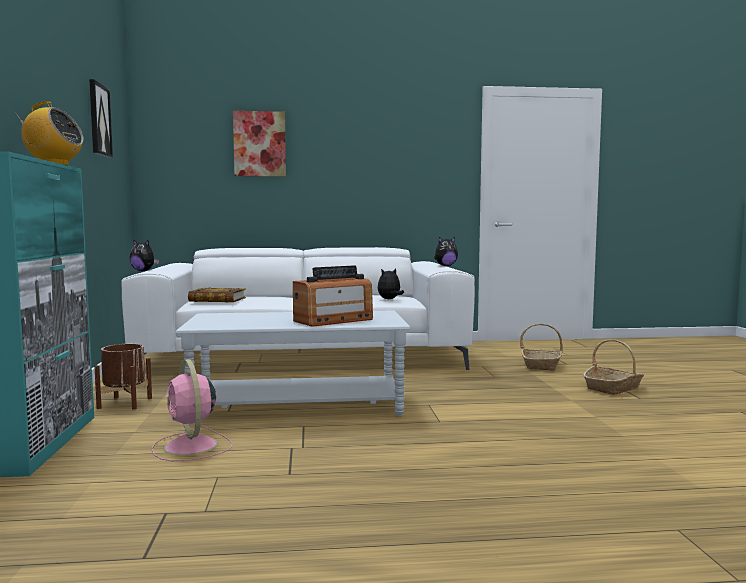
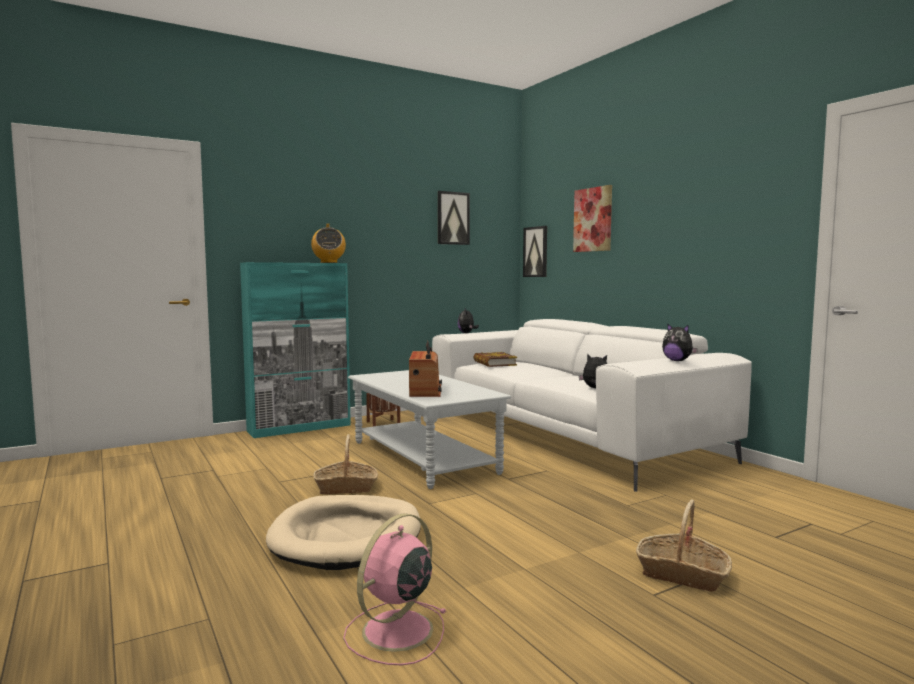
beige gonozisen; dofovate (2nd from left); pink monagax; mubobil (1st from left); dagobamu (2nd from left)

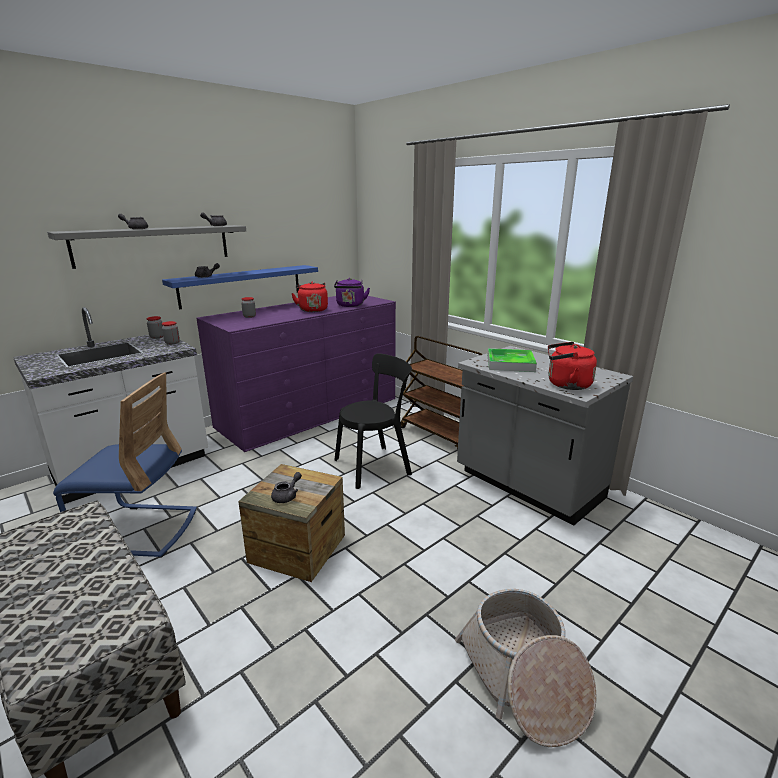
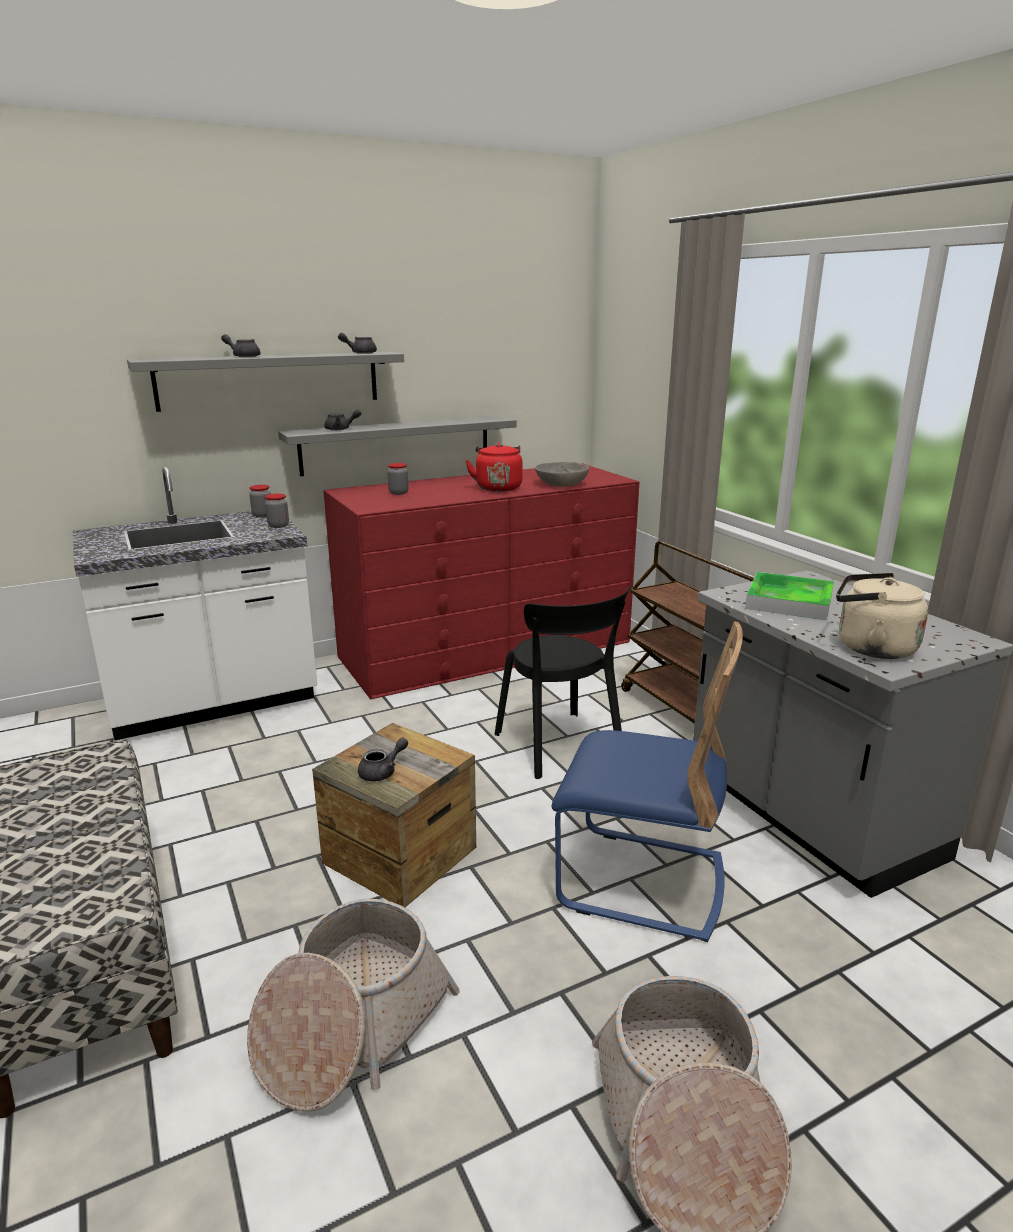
mubobil (1st from left); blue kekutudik; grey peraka; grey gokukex (2nd from left); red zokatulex; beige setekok; black kekutudik

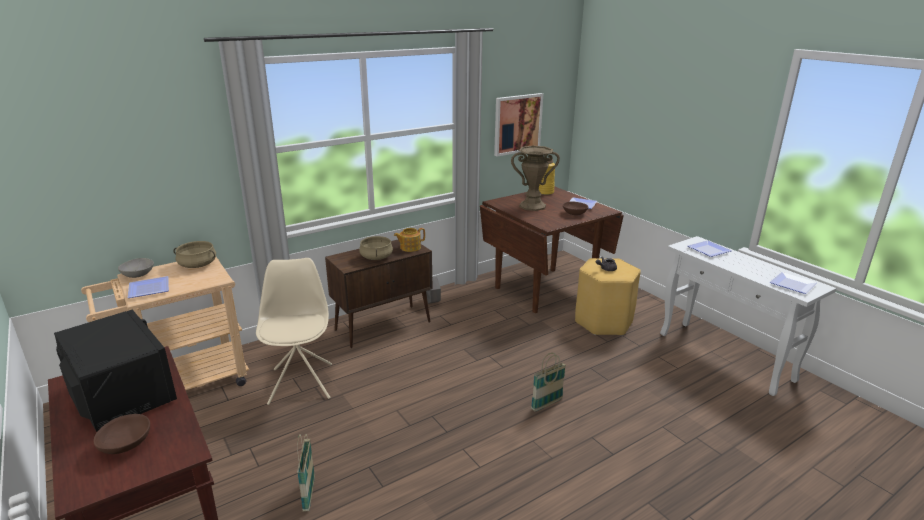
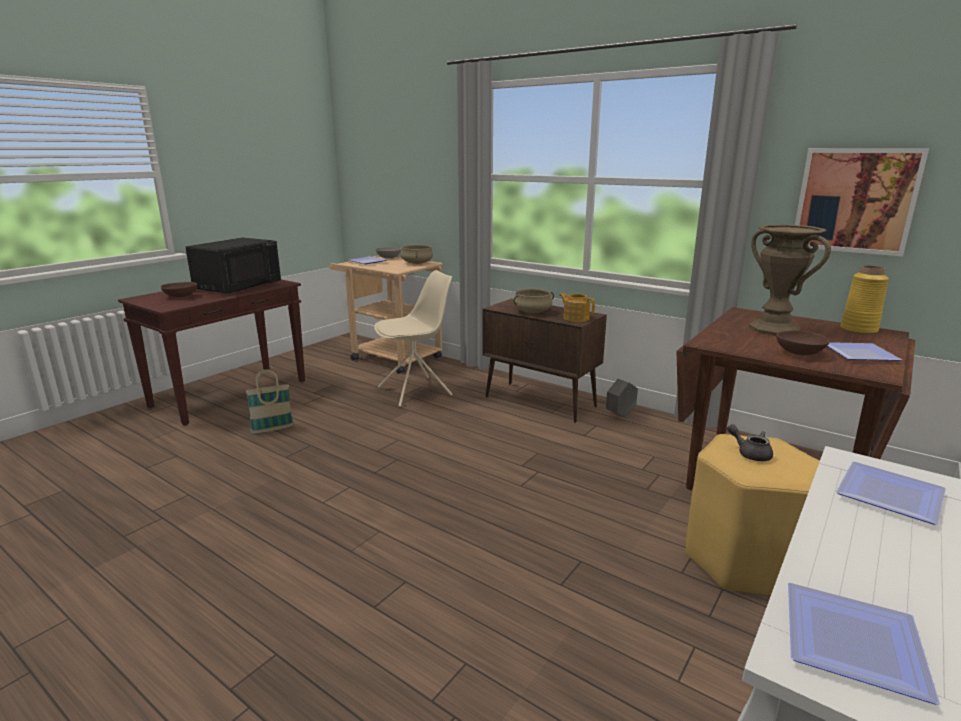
mubobil (2nd from left in the first image)

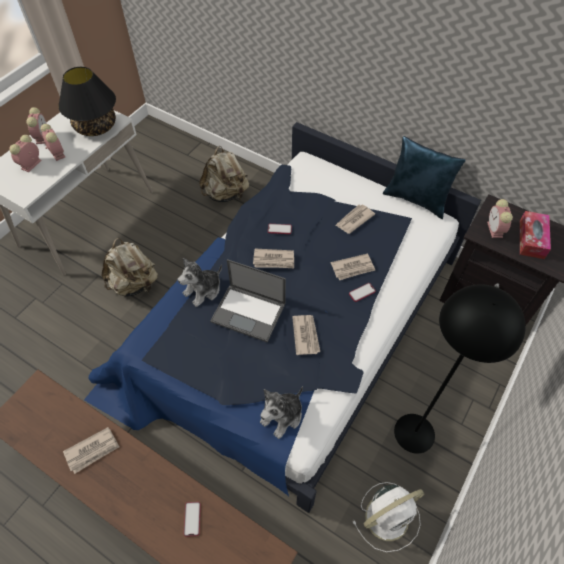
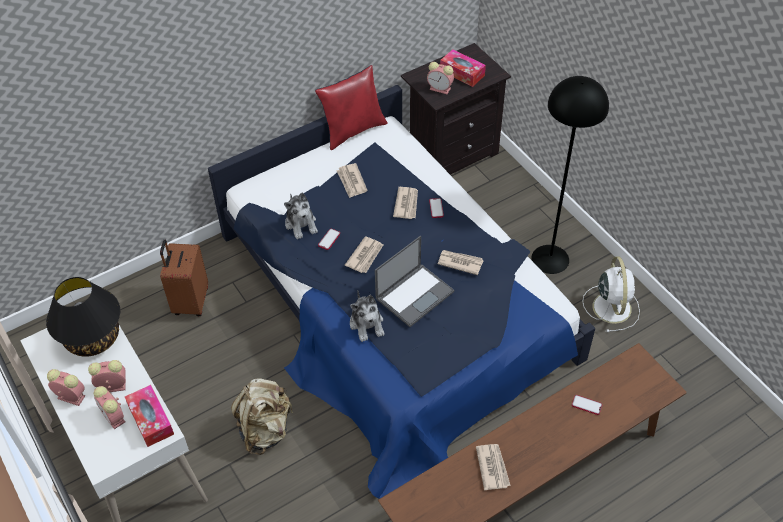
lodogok (1st from left); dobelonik (1st from left); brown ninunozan; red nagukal

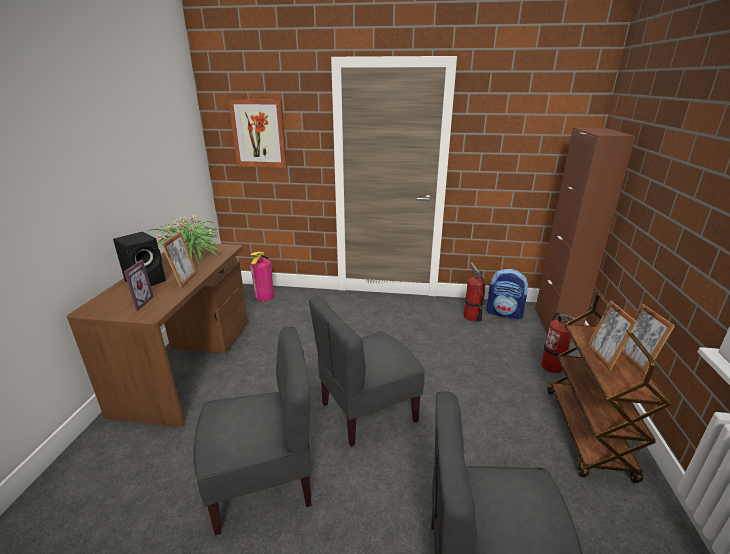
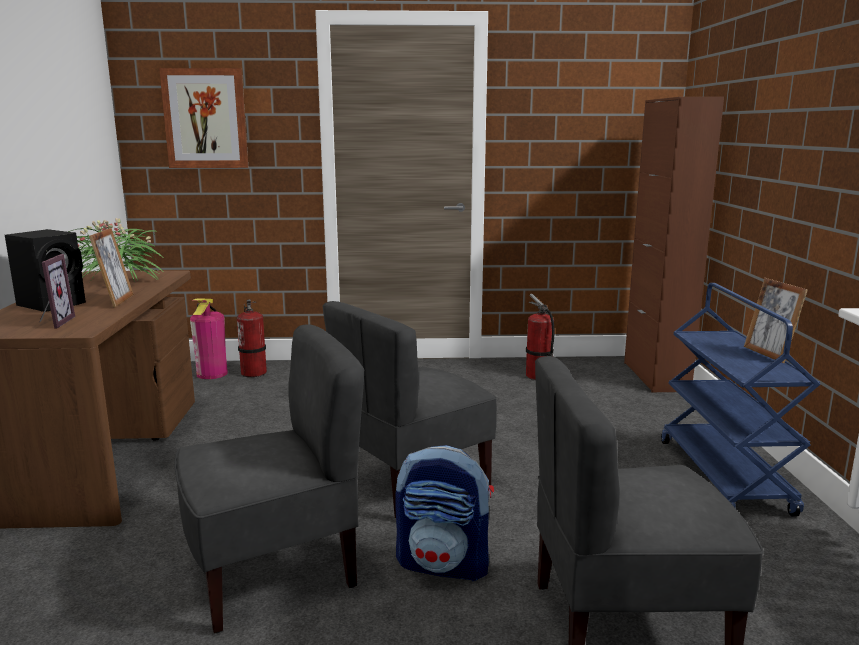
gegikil (3rd from left in the first image); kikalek; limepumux (2nd from left); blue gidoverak

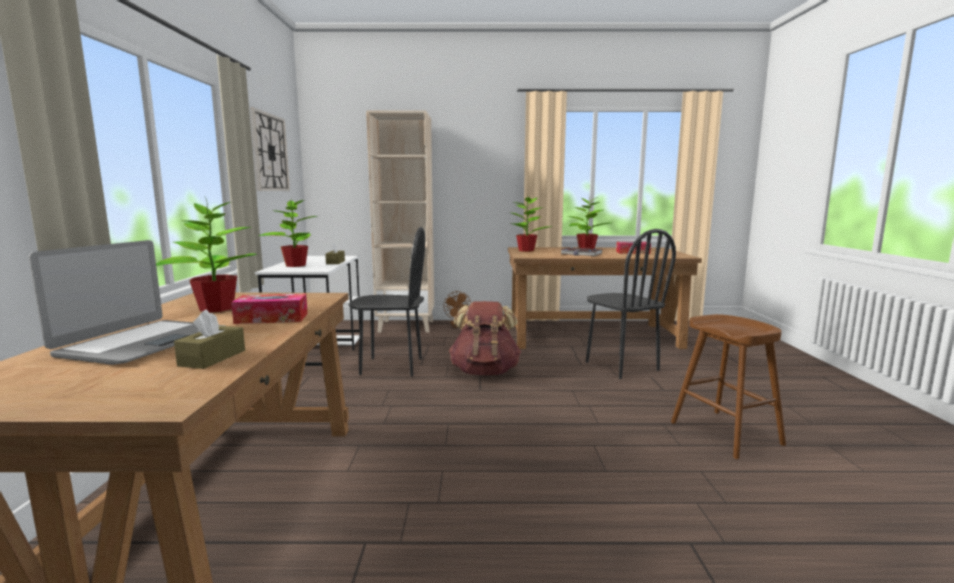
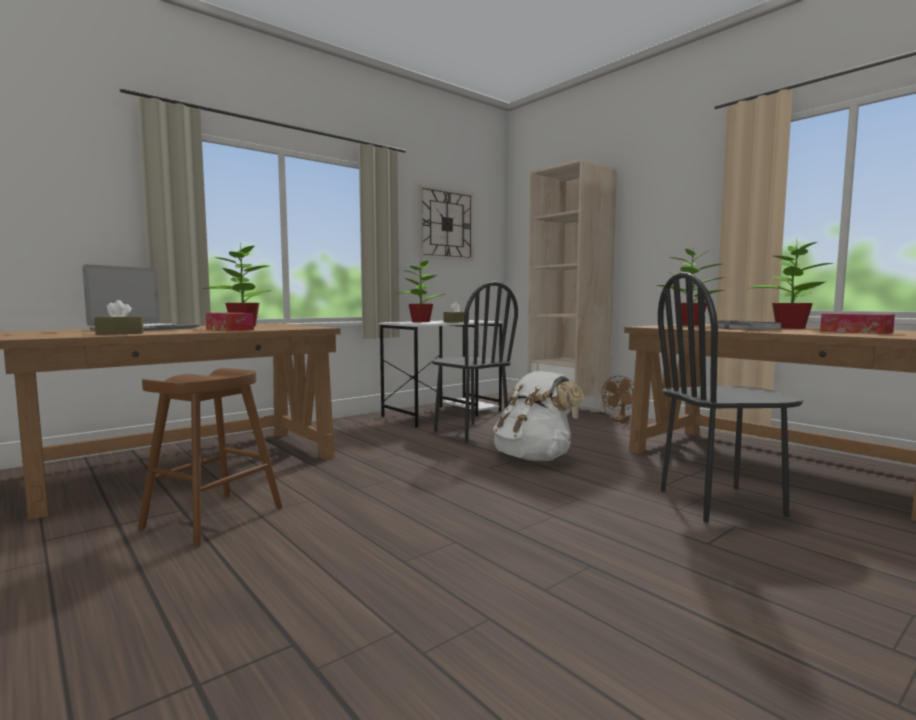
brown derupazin; white kikalek; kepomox; black kekutudik (2nd from left)

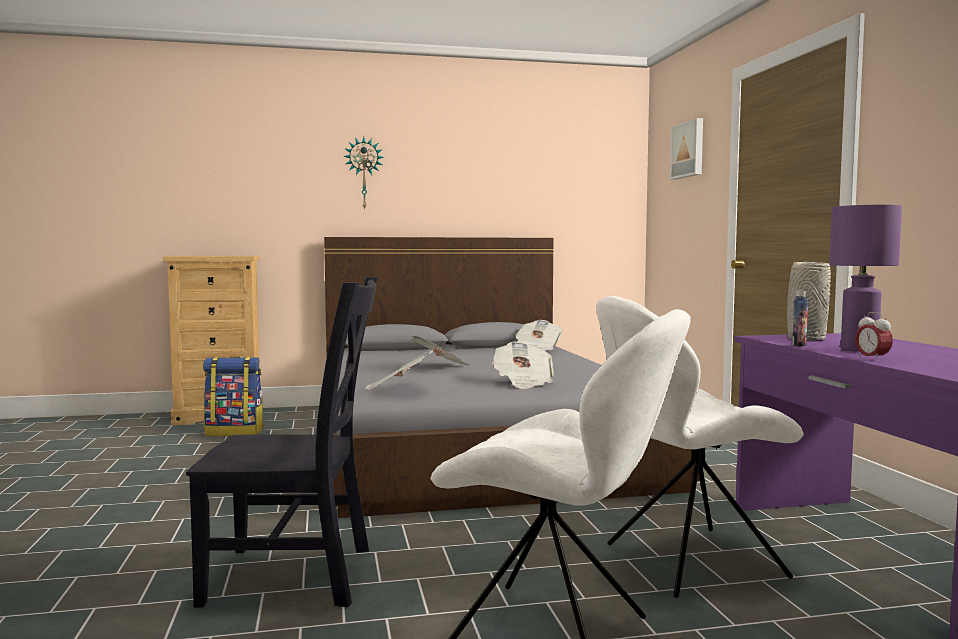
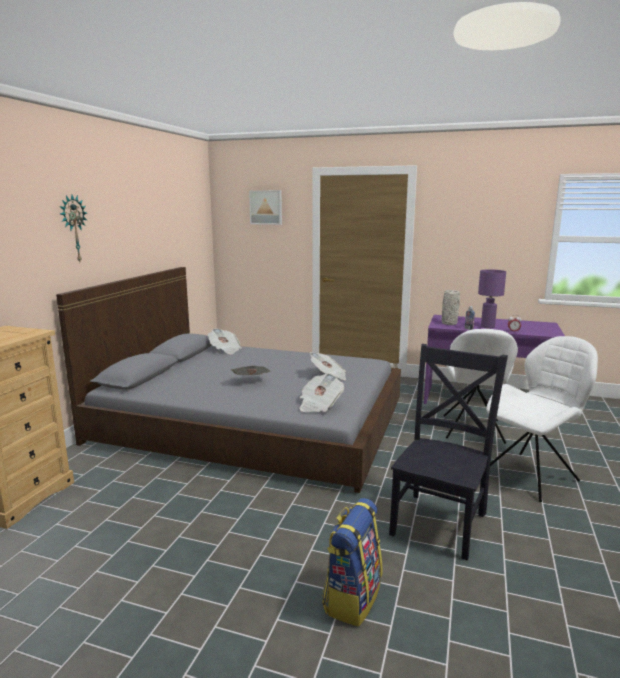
kikalek

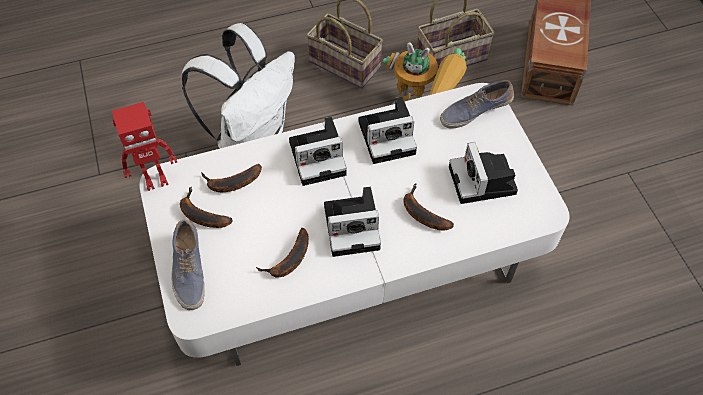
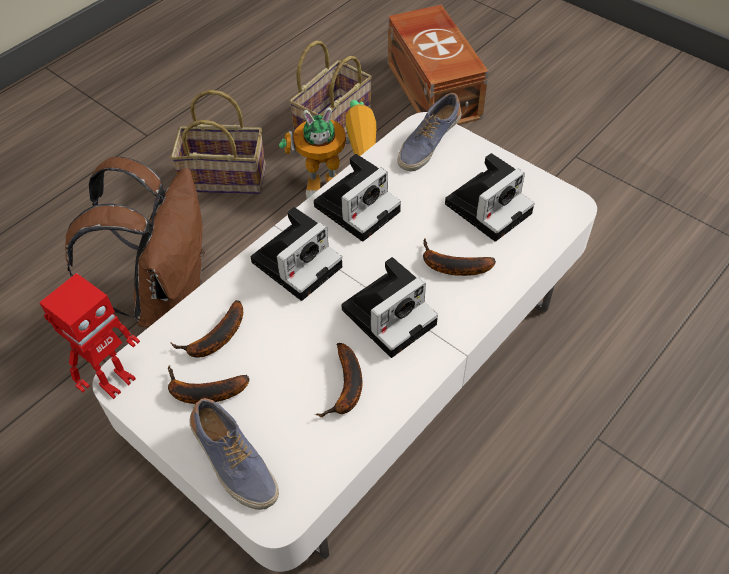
brown kikalek; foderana (4th from left)

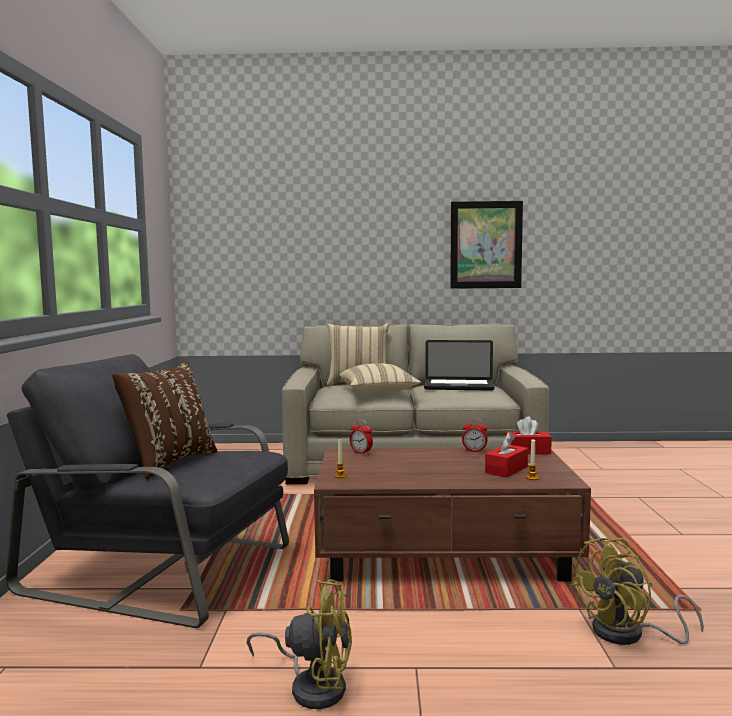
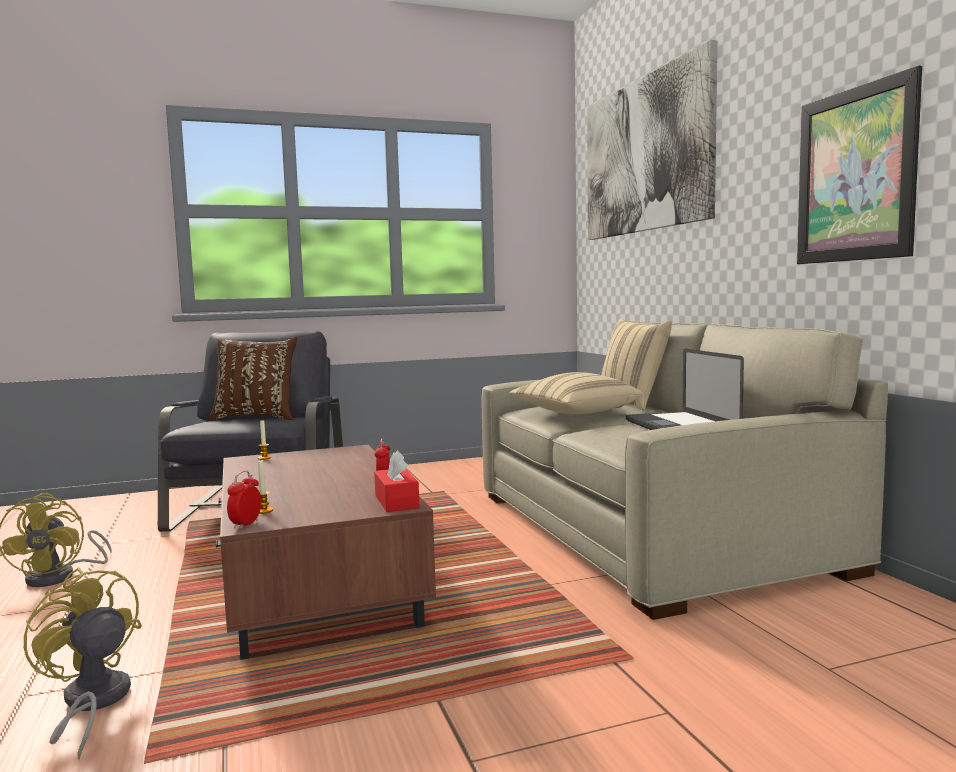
red lodogok (1st from left in the first image); dofovate (1st from left); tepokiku (1st from left)

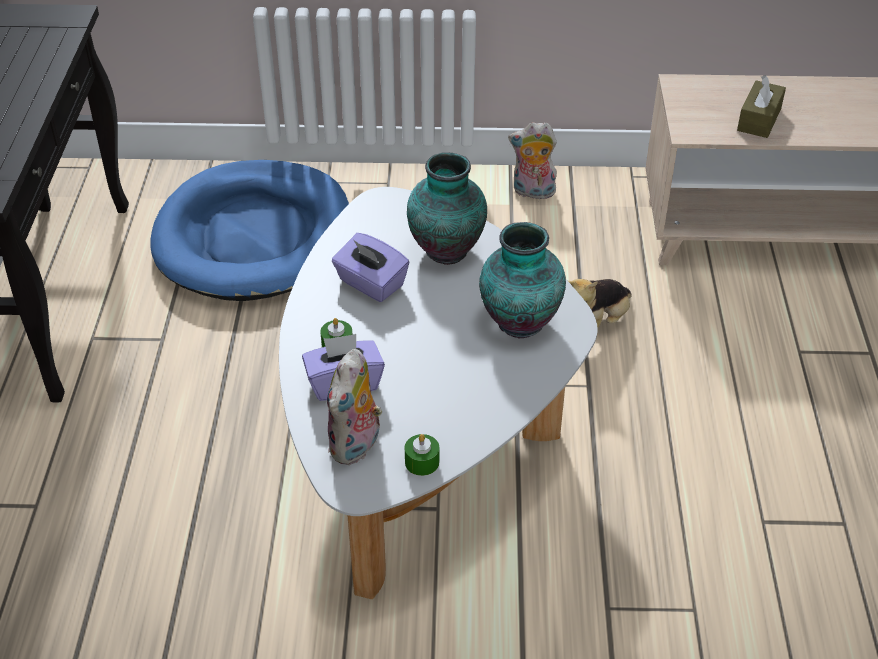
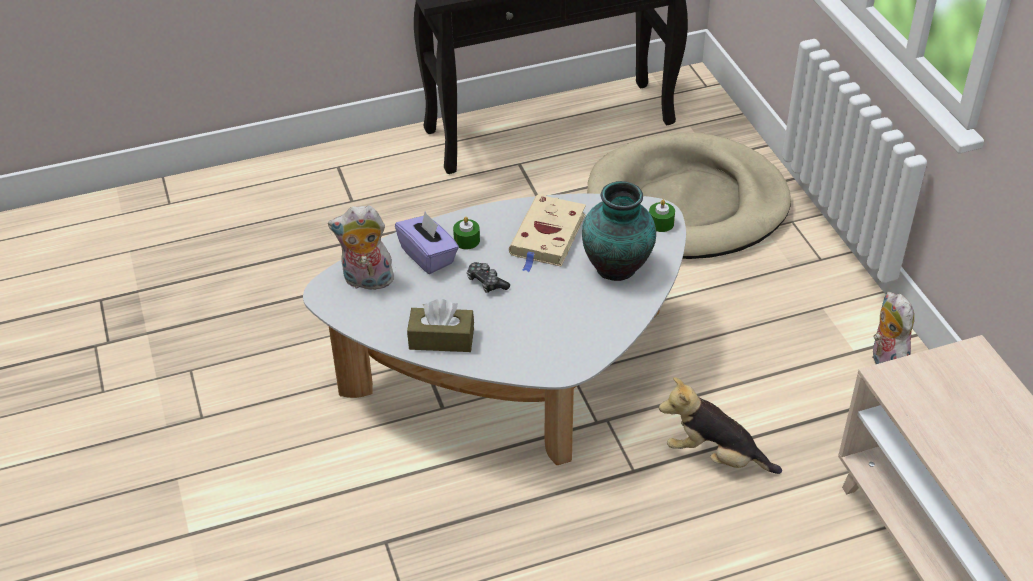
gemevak (2nd from left in the first image); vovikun; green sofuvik (2nd from left); brown lodogok; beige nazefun; beige gonozisen

